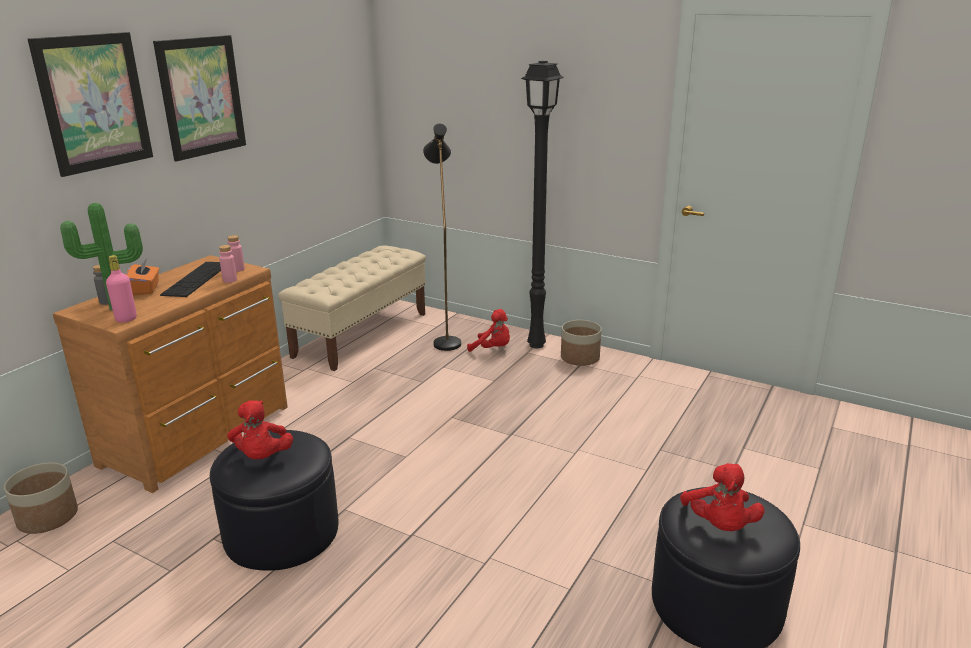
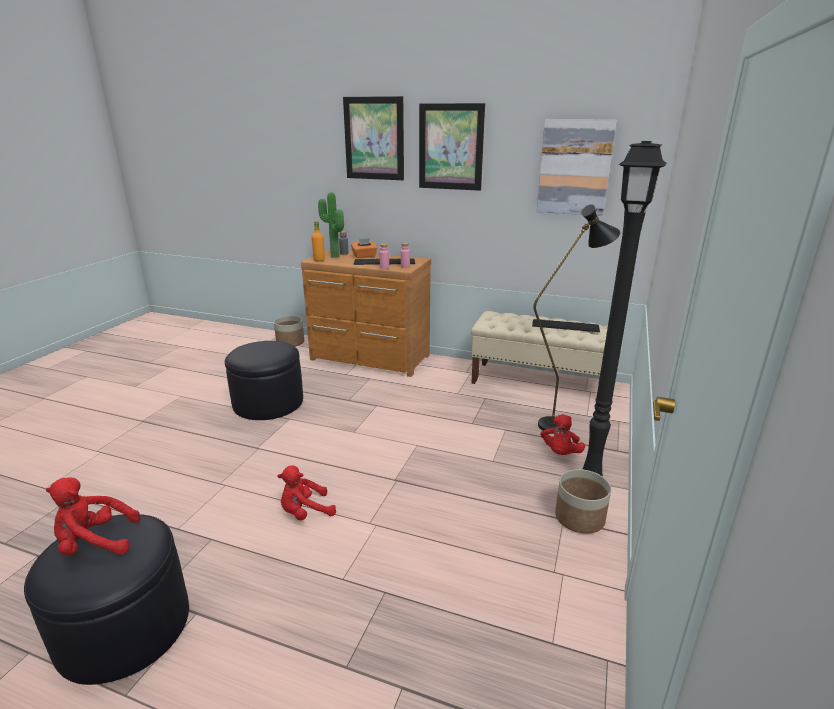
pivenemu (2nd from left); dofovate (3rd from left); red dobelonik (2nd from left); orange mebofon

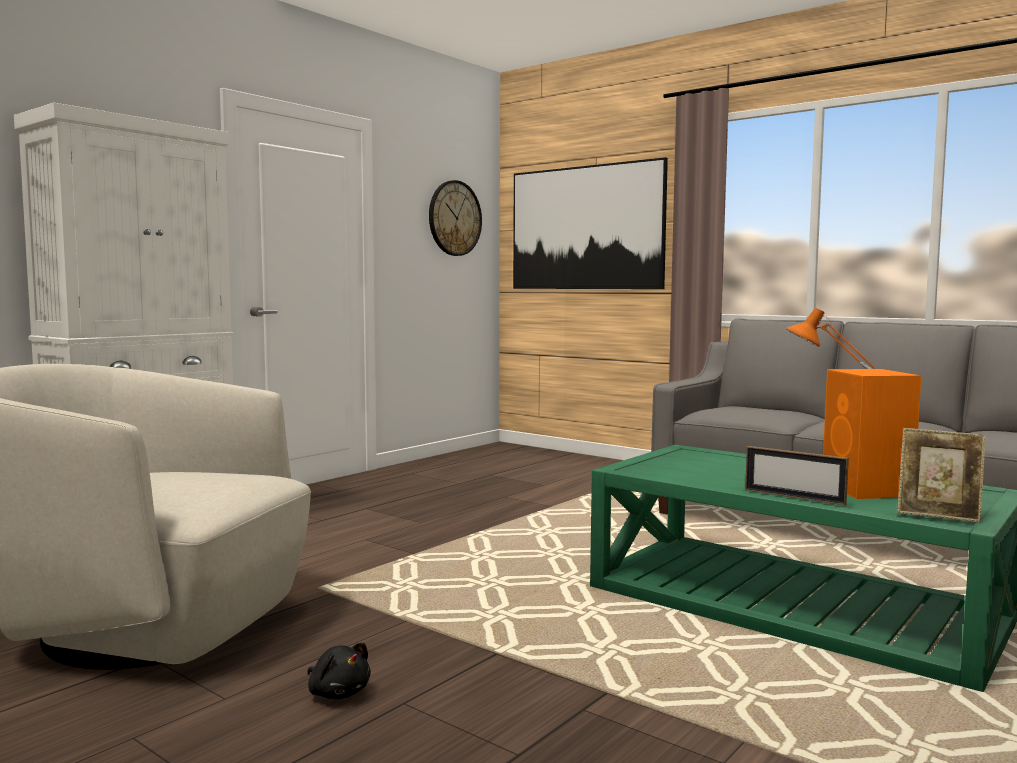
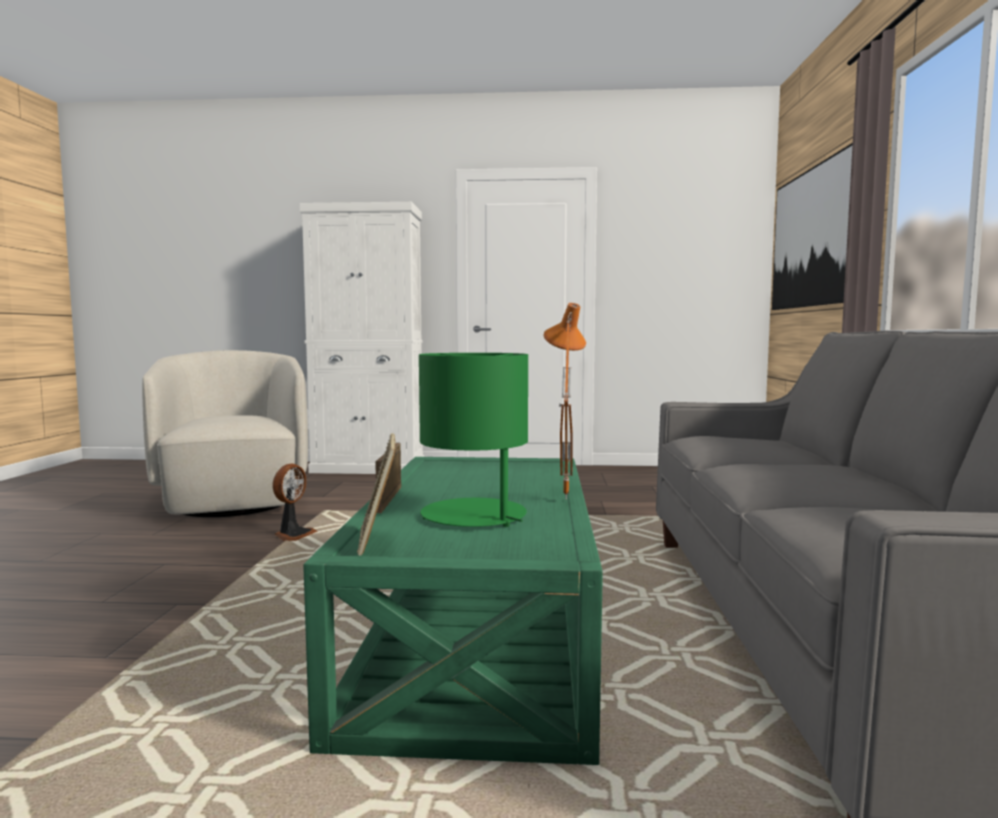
black dobelonik; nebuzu; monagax; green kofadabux

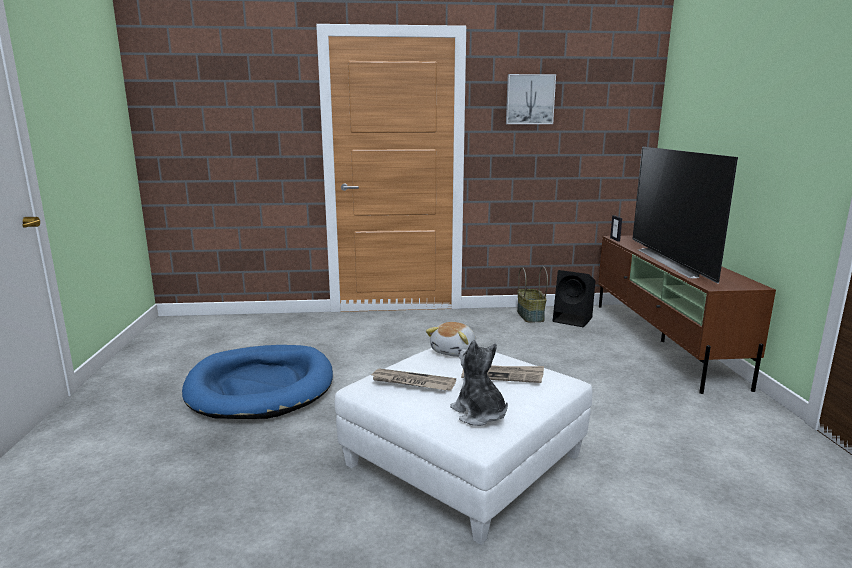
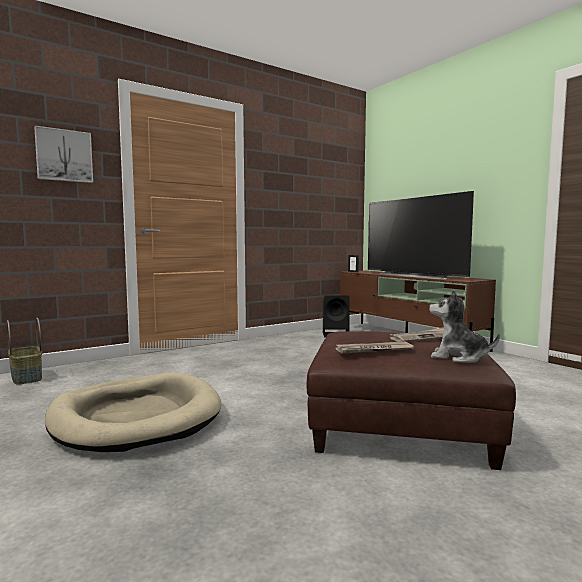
dobelonik (1st from left in the first image); dofovate; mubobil; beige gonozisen; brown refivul

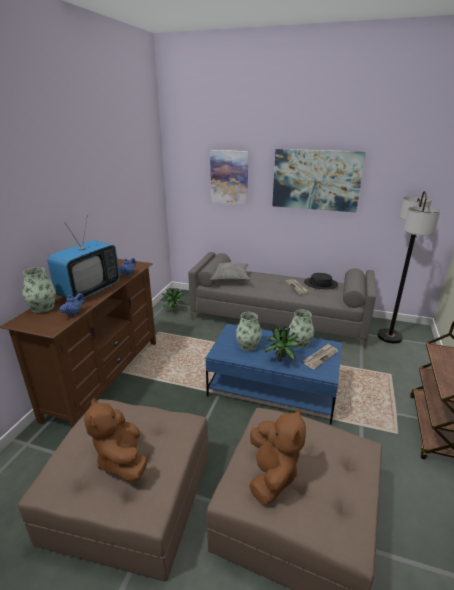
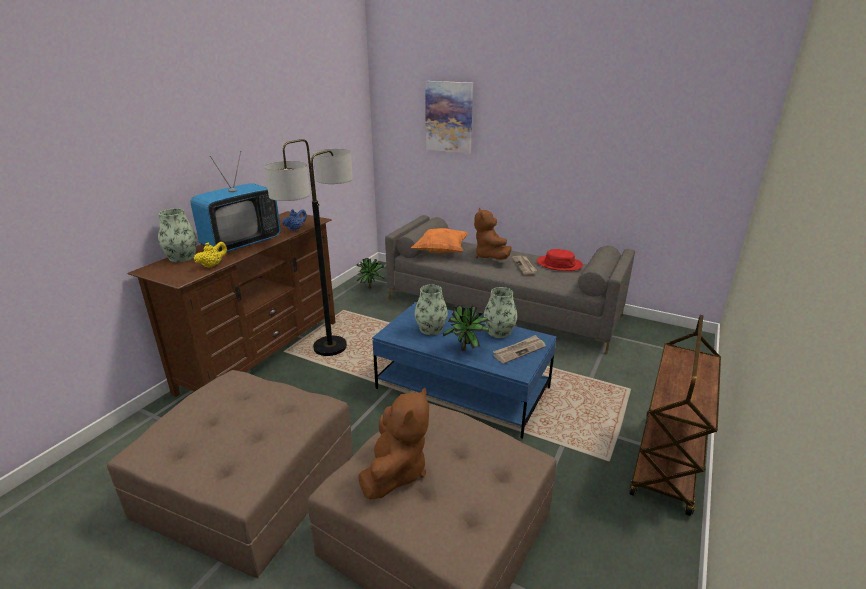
dofovate (2nd from left in the first image); brown dobelonik (2nd from left); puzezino; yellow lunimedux; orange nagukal; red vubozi

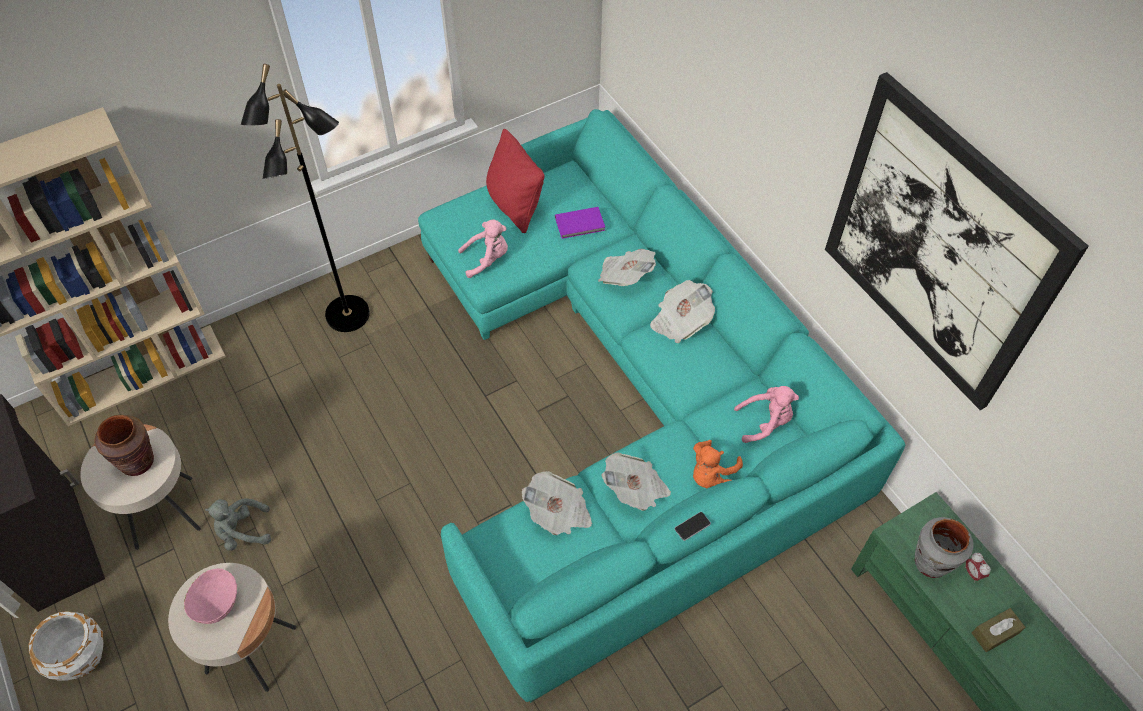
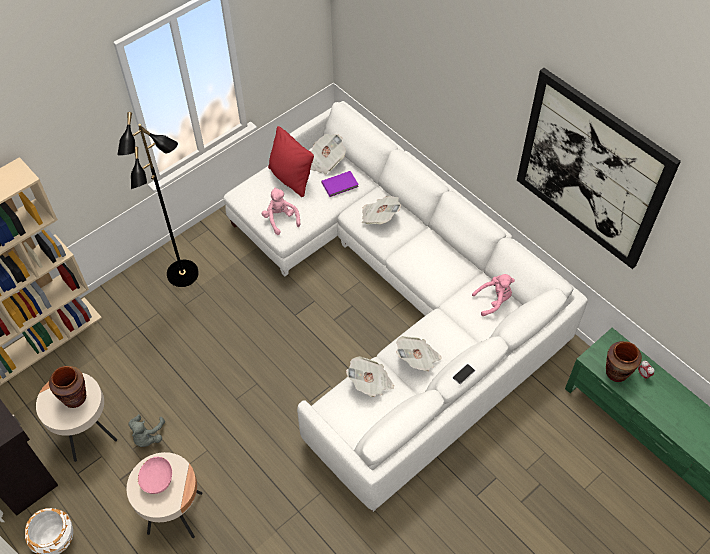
orange dobelonik; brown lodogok; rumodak (1st from left); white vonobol; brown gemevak (2nd from left); grey dobelonik; pink dobelonik (1st from left)

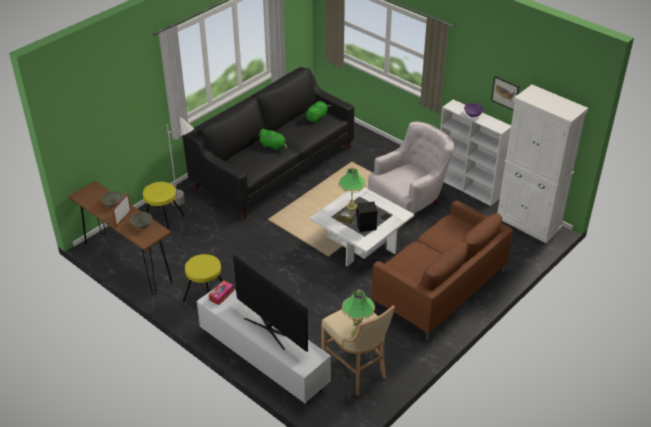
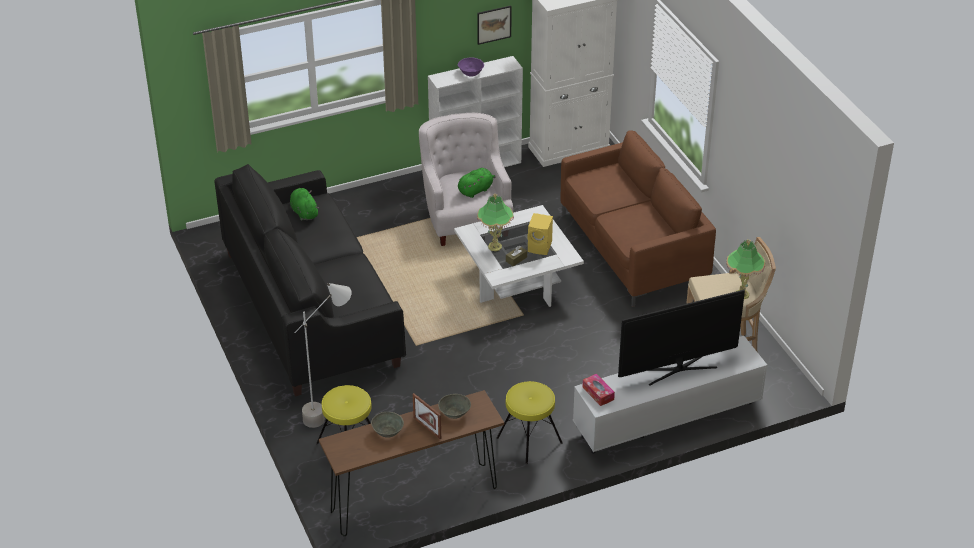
green dobelonik (2nd from left); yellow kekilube

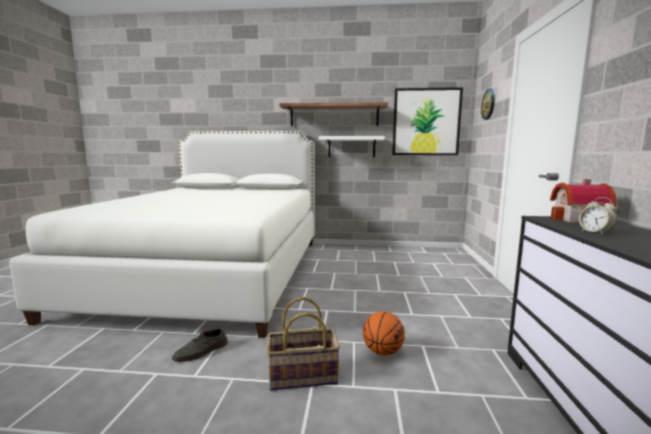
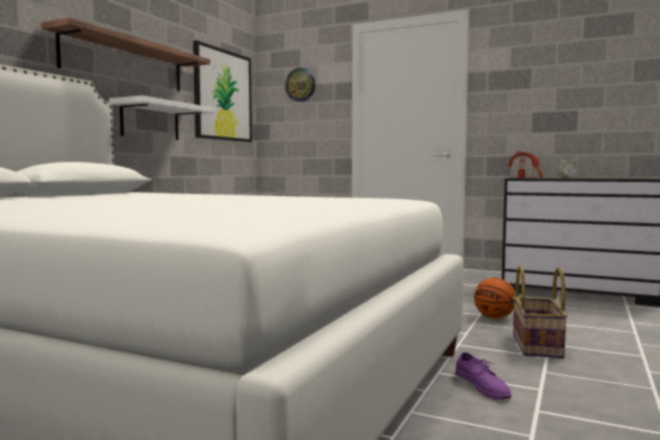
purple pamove

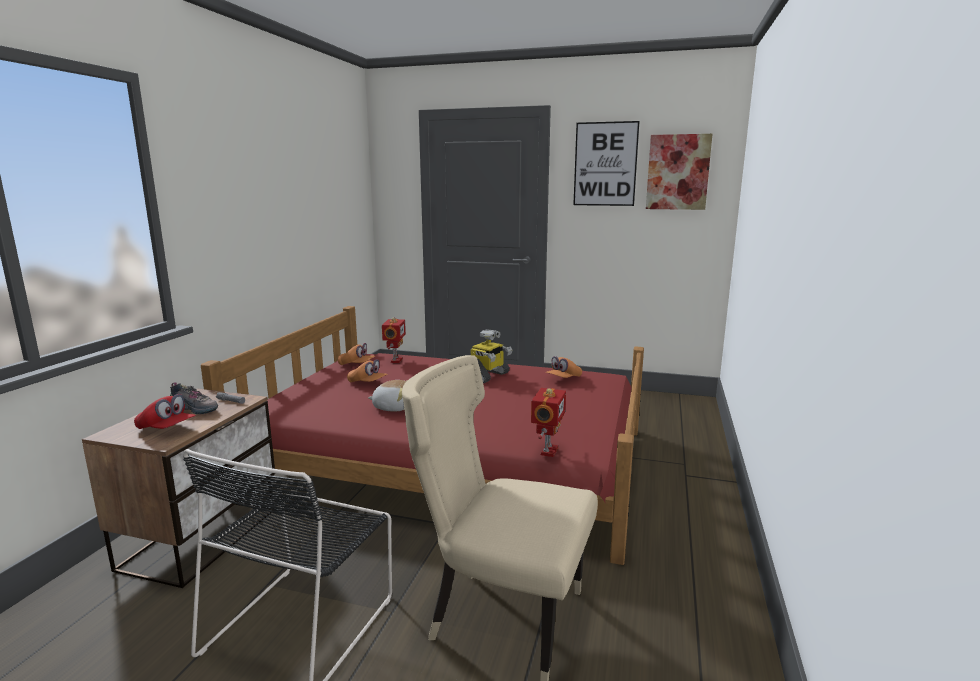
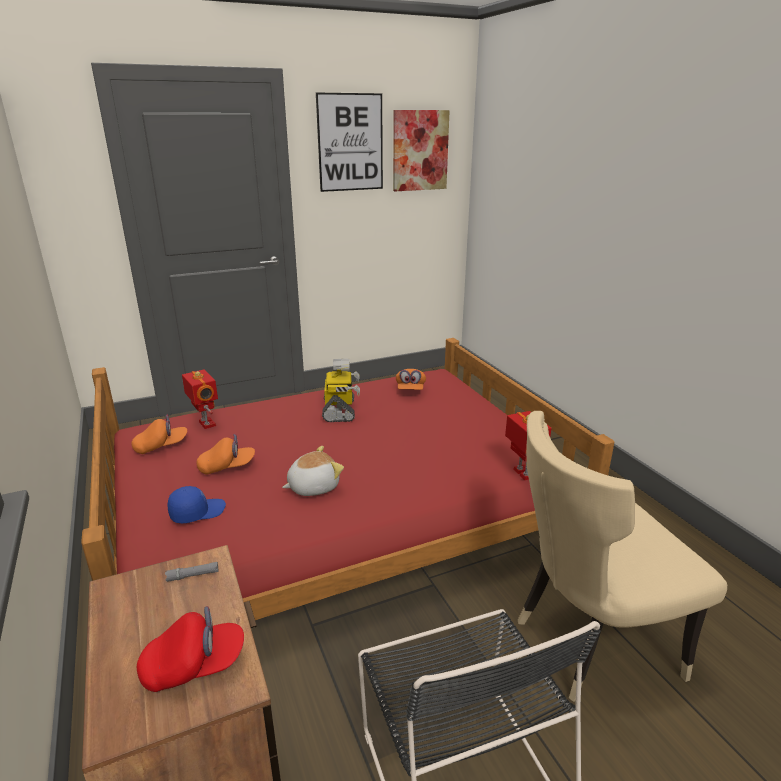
pamove; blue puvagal

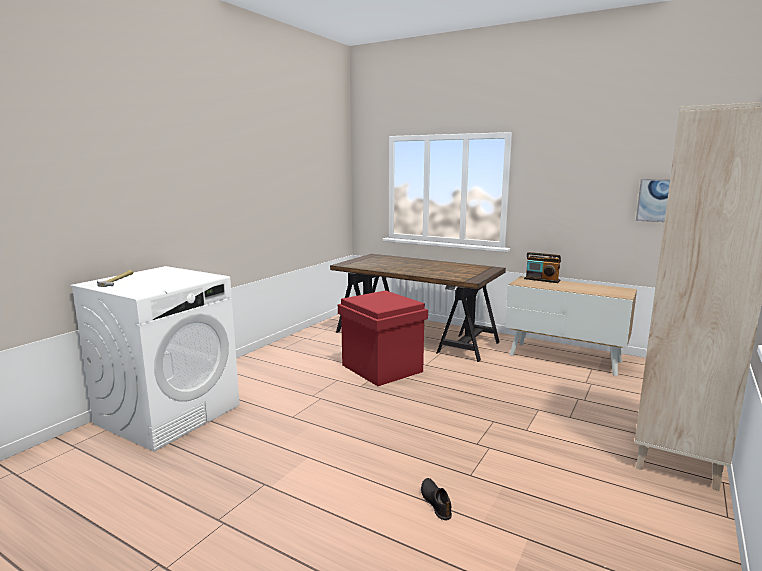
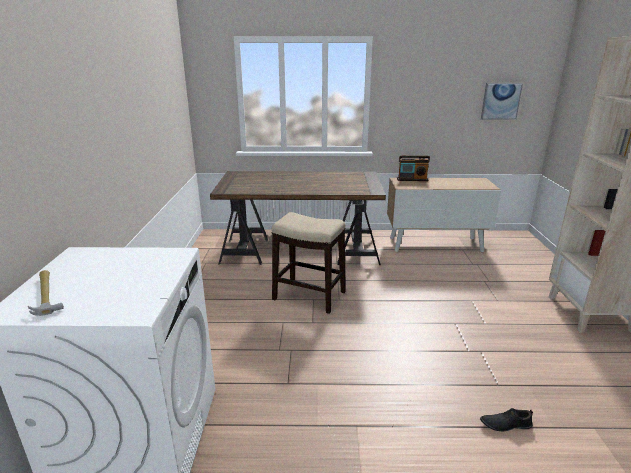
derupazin; black pamove

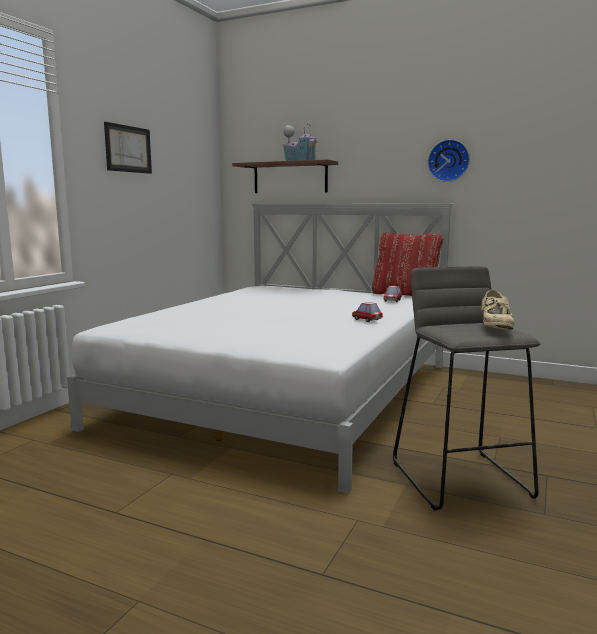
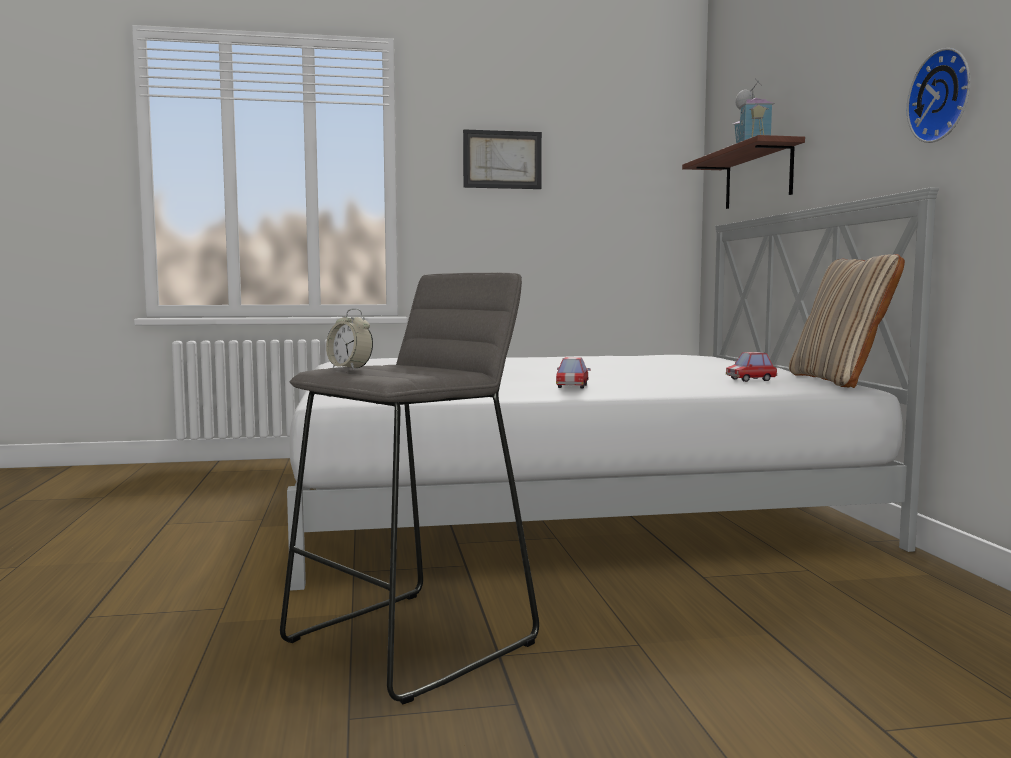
beige pamove; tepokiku; beige nagukal

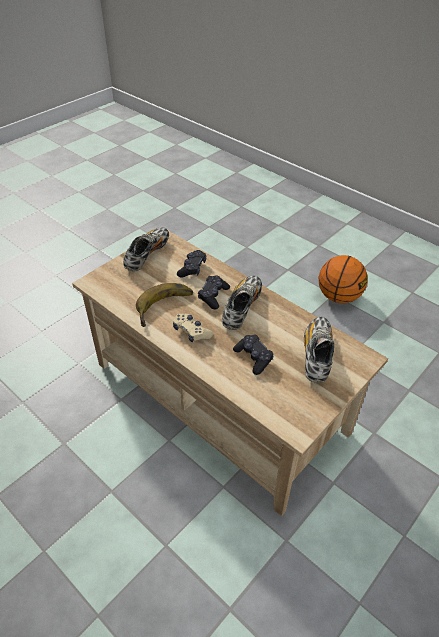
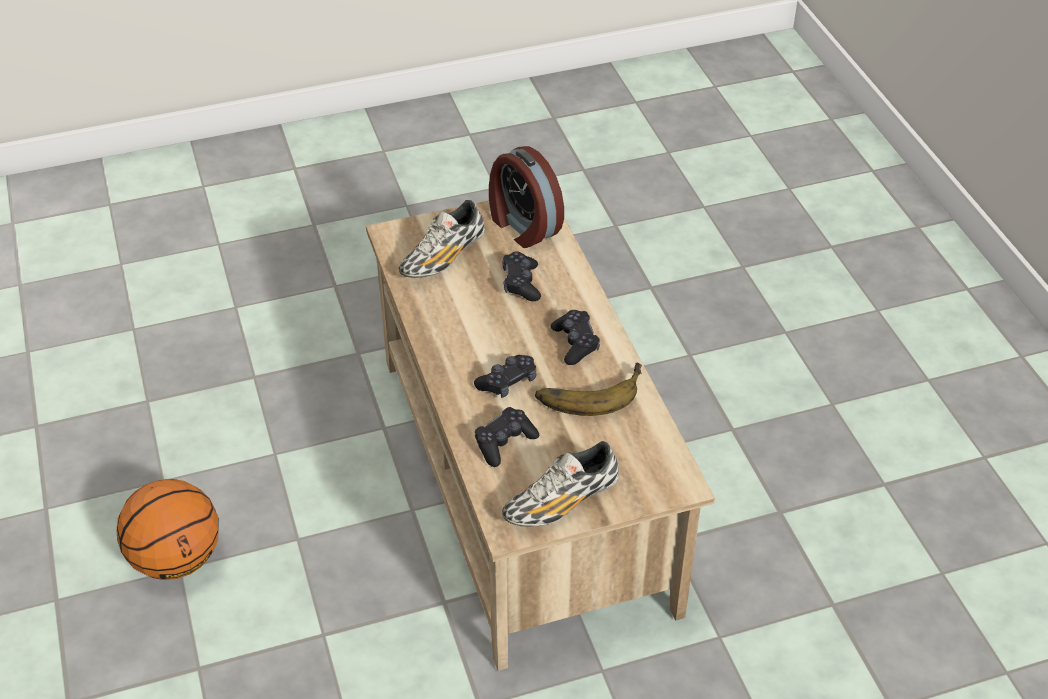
pamove (2nd from left in the first image); tepokiku; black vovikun (4th from left)

